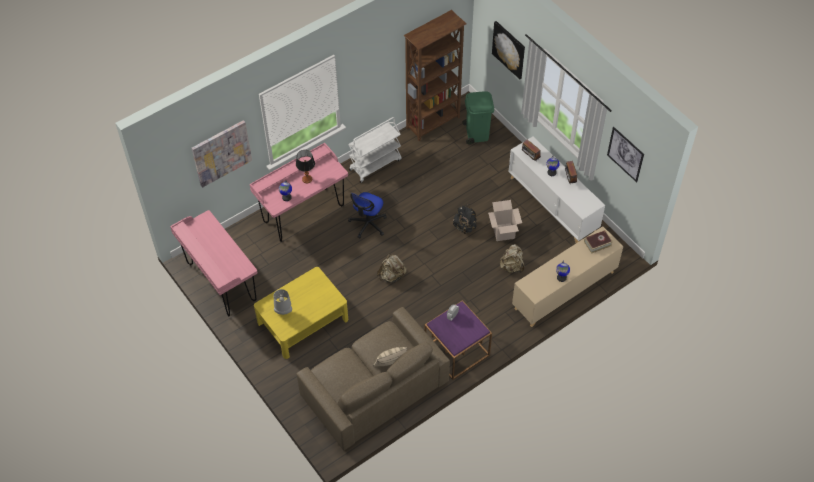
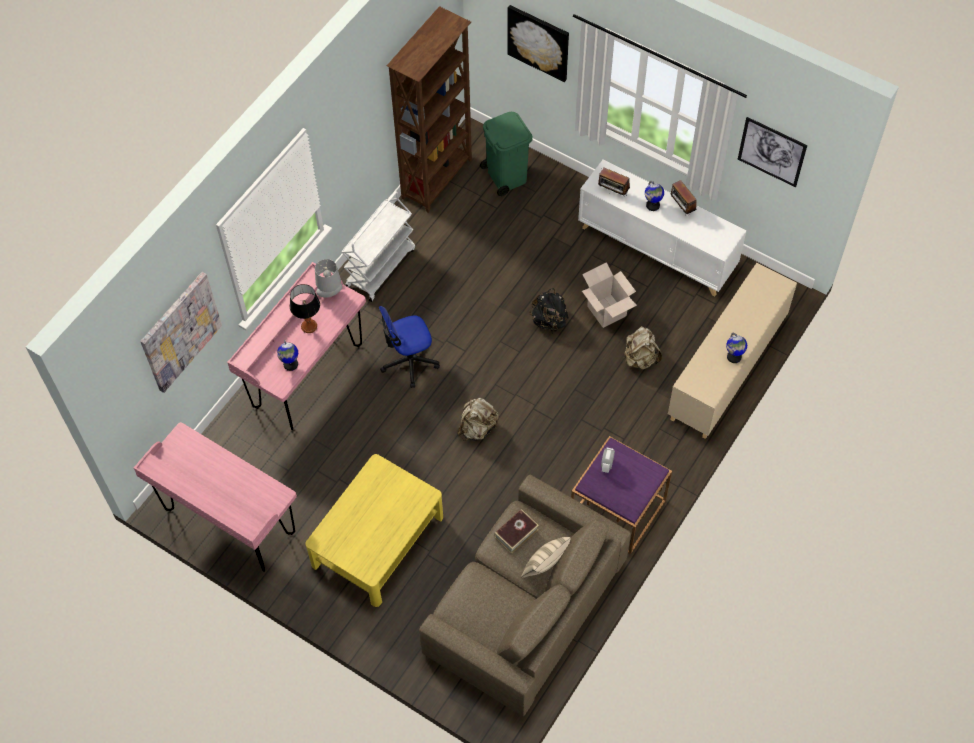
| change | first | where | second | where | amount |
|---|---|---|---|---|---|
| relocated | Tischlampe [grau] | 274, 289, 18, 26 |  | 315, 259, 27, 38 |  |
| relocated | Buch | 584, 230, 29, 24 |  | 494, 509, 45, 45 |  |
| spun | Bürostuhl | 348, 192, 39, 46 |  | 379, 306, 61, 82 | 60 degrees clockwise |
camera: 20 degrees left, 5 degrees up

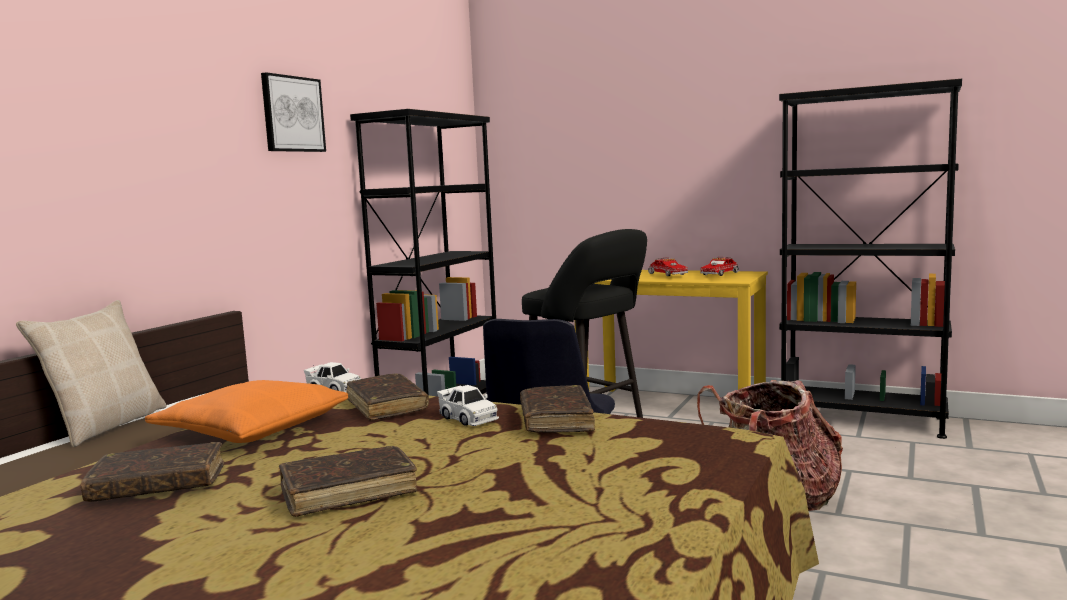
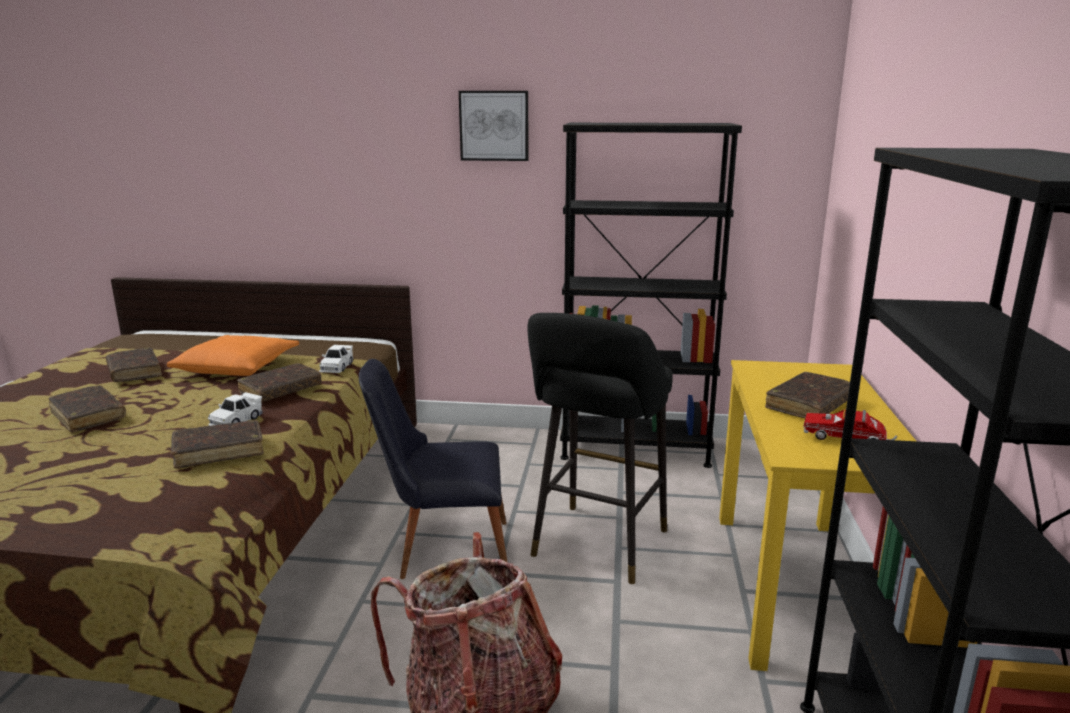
| change | first | where | second | where | amount |
|---|---|---|---|---|---|
| missing | Kissen [beige] | 16, 300, 151, 147 |  |  |  |
| exchanged | Spielzeuglaster | 648, 257, 40, 19 | Buch [braun] | 765, 372, 85, 46 |  |
camera: 70 degrees right, 10 degrees up

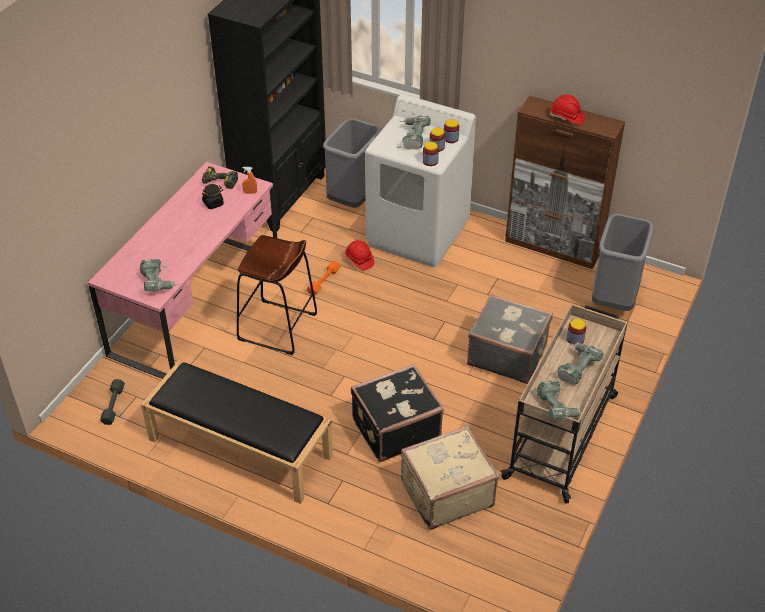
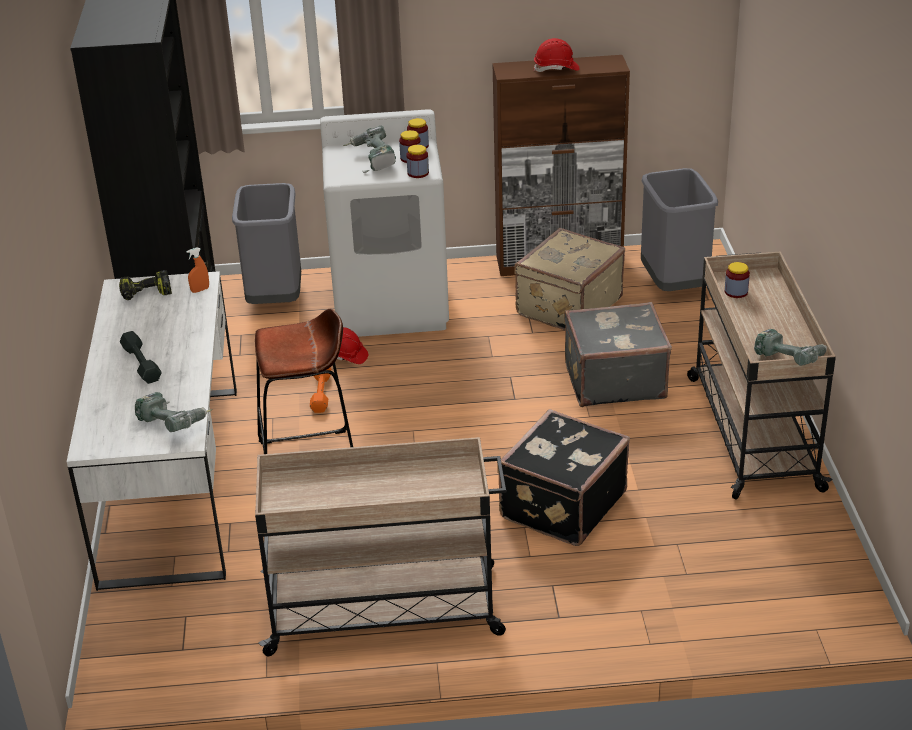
| change | first | where | second | where | amount |
|---|---|---|---|---|---|
| missing | Vorratsglas [schwarz] | 202, 184, 22, 25 |  |  |  |
| missing | Bohrmaschine | 551, 342, 52, 43 |  |  |  |
| relocated | Hantel [grau] | 100, 379, 25, 46 |  | 120, 331, 42, 53 |  |
| relocated | Koffer [beige] | 401, 426, 98, 104 |  | 514, 228, 111, 102 |  |
| exchanged | Bank [schwarz] | 141, 360, 192, 144 | Rollwagen [beige] | 255, 437, 251, 220 |  |
| colour | Schreibtisch [rosa] | 88, 162, 189, 217 | Schreibtisch [weiß] | 67, 271, 170, 320 |  |
camera: 30 degrees left, 10 degrees down

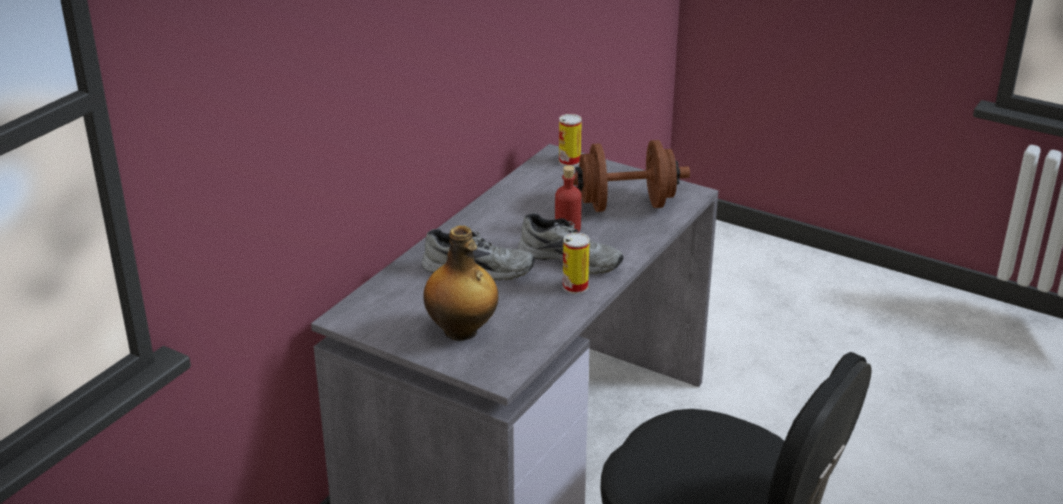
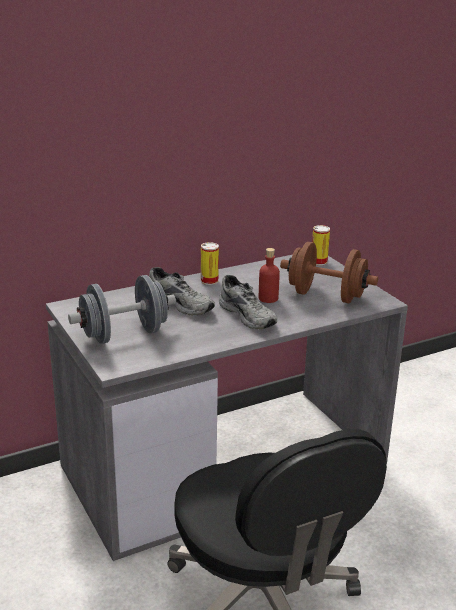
| change | first | where | second | where | amount |
|---|---|---|---|---|---|
| relocated | Dose | 563, 233, 27, 61 |  | 201, 242, 18, 43 |  |
| exchanged | Flasche | 423, 226, 75, 115 | Hantel [grau] | 68, 275, 108, 69 |  |
camera: 30 degrees right, 5 degrees down

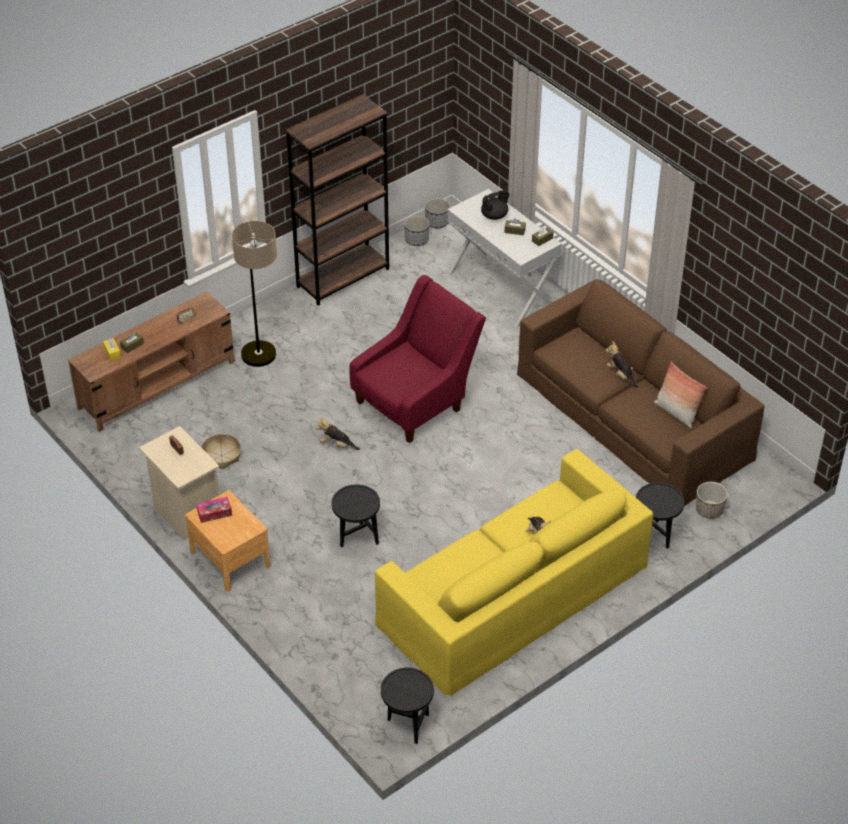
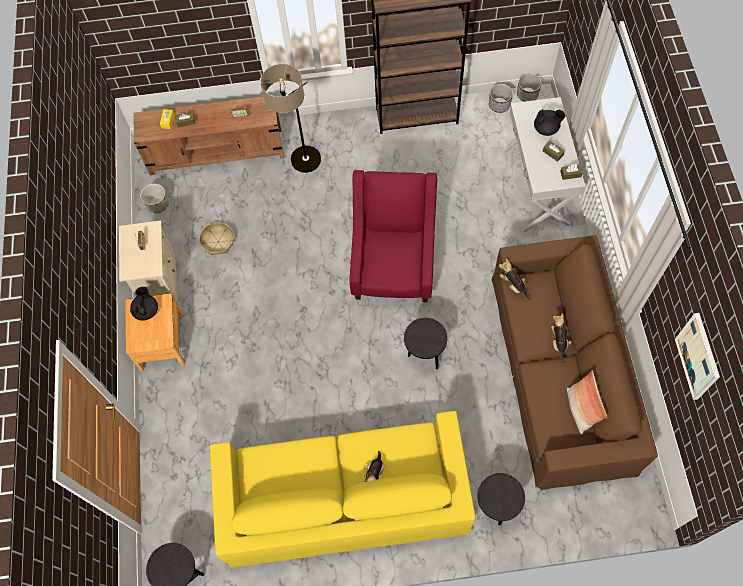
| change | first | where | second | where | amount |
|---|---|---|---|---|---|
| appeared |  |  | Bild | 675, 313, 45, 87 |  |
| relocated | Plüschtier | 315, 417, 45, 33 |  | 499, 259, 32, 41 |  |
| relocated | Beistelltisch [schwarz] | 332, 485, 48, 62 |  | 404, 318, 44, 51 |  |
| relocated | Pflanzkübel | 696, 482, 32, 36 |  | 140, 184, 29, 29 |  |
| exchanged | Taschentuchbox | 196, 497, 36, 26 | Teekanne [schwarz] | 130, 287, 28, 34 |  |
| spun | Sessel [rot] | 349, 275, 137, 168 |  | 349, 170, 88, 132 | 75 degrees counterclockwise |
camera: 35 degrees right, 20 degrees up

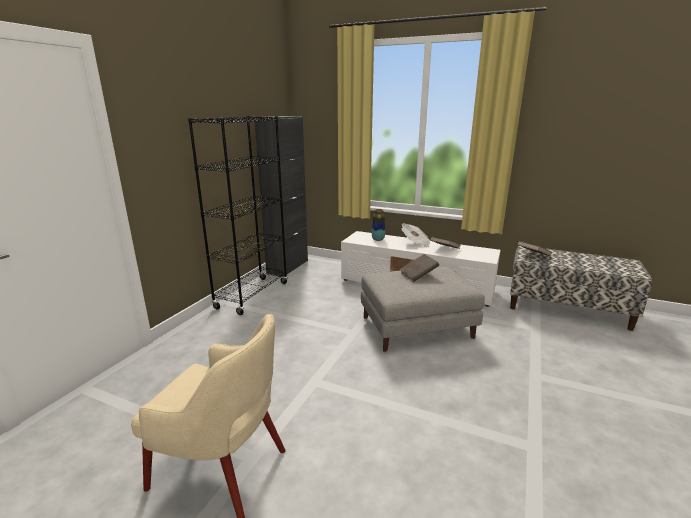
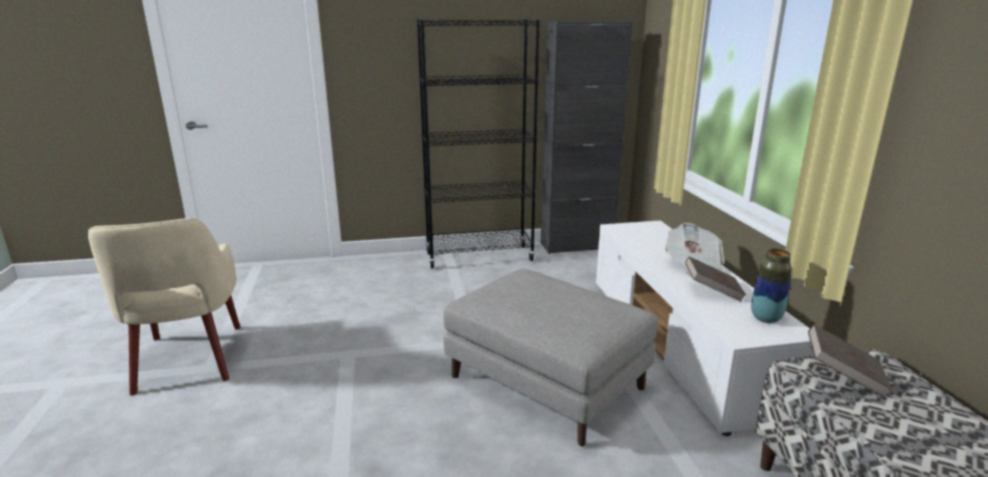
| change | first | where | second | where | amount |
|---|---|---|---|---|---|
| missing | Buch [braun] | 400, 254, 39, 28 |  |  |  |
| relocated | Vase | 372, 209, 13, 32 |  | 751, 249, 41, 74 |  |
camera: 55 degrees right, 0 degrees up

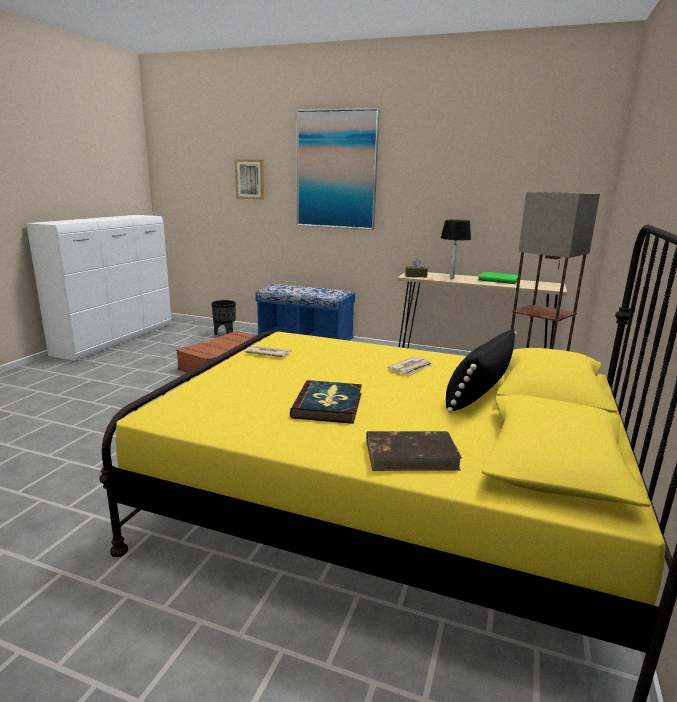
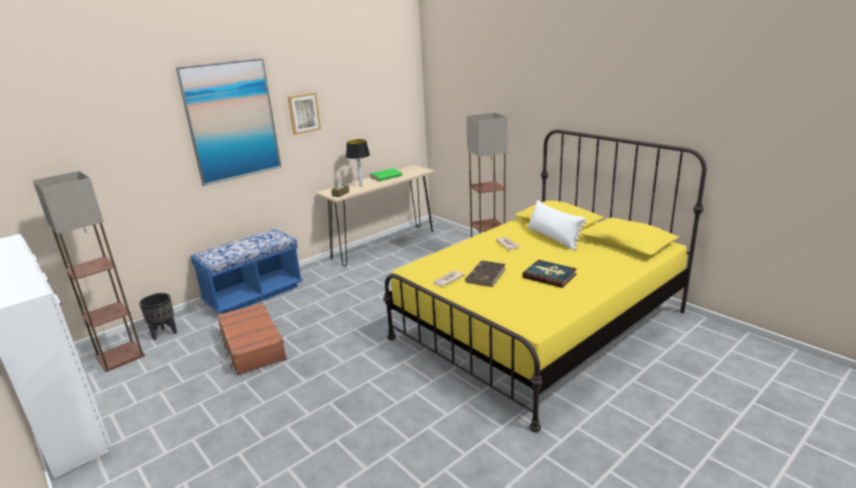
| change | first | where | second | where | amount |
|---|---|---|---|---|---|
| appeared |  |  | Stehlampe | 33, 171, 112, 201 |  |
| relocated | Bild | 235, 159, 29, 41 |  | 288, 92, 33, 43 |  |
| relocated | Buch [braun] | 366, 431, 96, 40 |  | 465, 260, 41, 27 |  |
| colour | Kissen [schwarz] | 446, 329, 71, 84 | Kissen [weiß] | 528, 200, 59, 50 |  |
camera: 60 degrees left, 5 degrees up

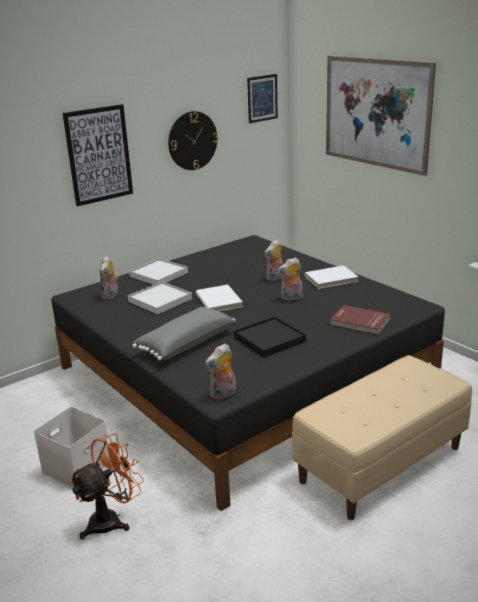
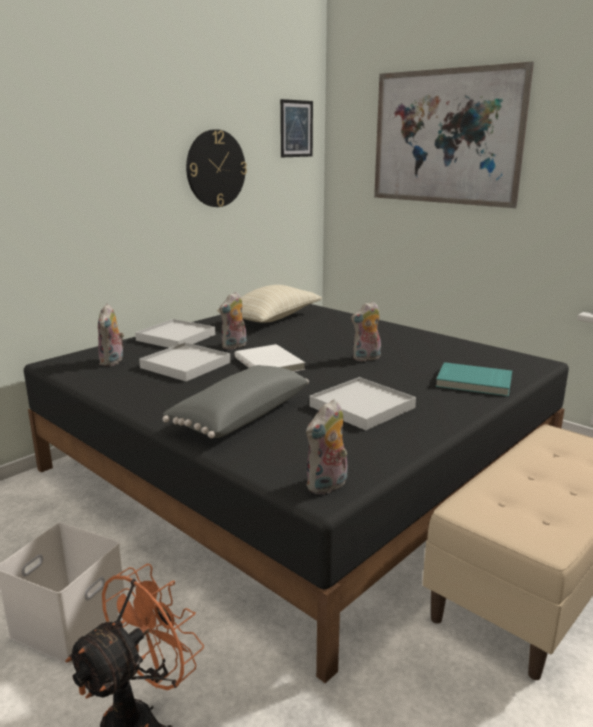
| change | first | where | second | where | amount |
|---|---|---|---|---|---|
| missing | Bild | 62, 104, 71, 102 |  |  |  |
| missing | Buch [weiß] | 305, 265, 53, 24 |  |  |  |
| appeared |  |  | Kissen [beige] | 217, 285, 105, 38 |  |
| relocated | Plüschtier | 264, 240, 19, 41 |  | 219, 292, 28, 58 |  |
| colour | Tablett [schwarz] | 234, 316, 72, 42 | Tablett [weiß] | 309, 377, 107, 53 |  |
| colour | Buch [rot] | 330, 305, 61, 30 | Buch [türkis] | 436, 362, 76, 34 |  |
camera: 10 degrees left, 5 degrees down

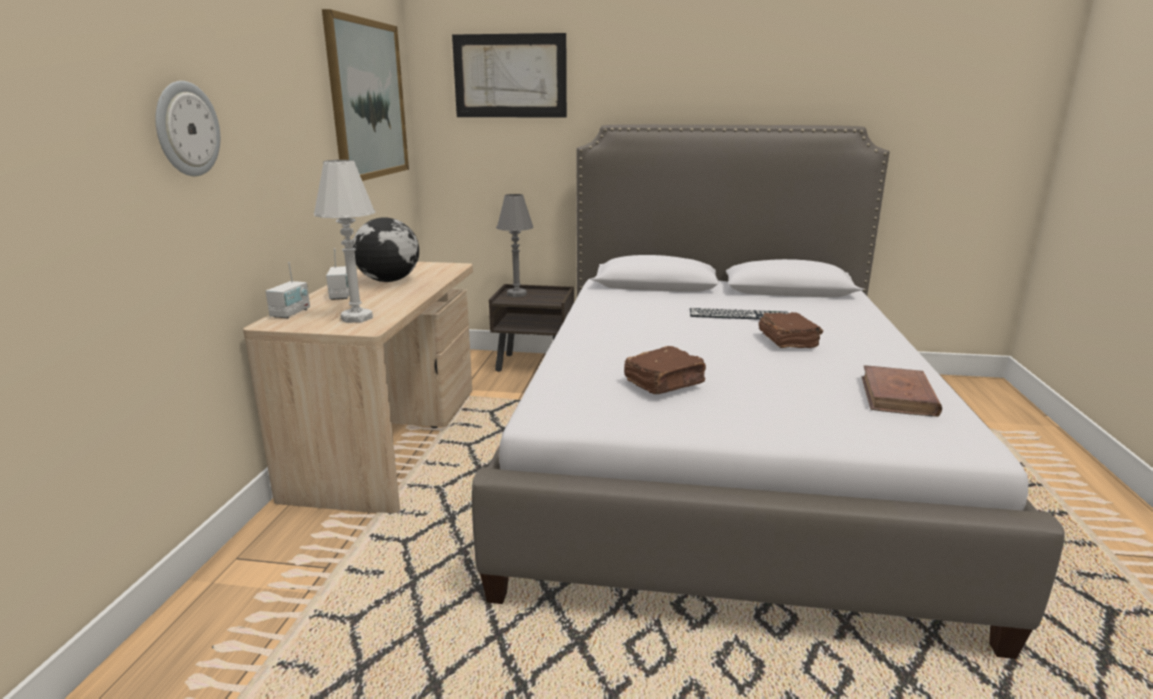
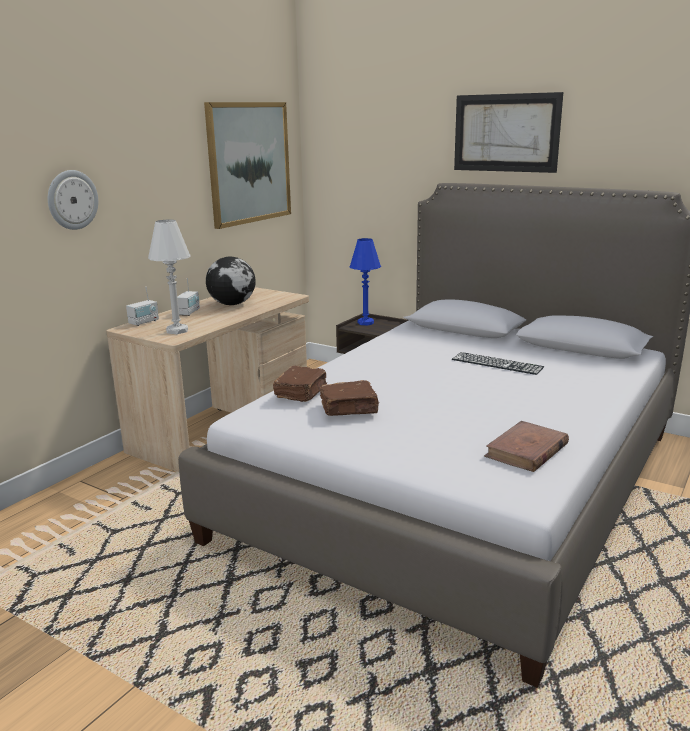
| change | first | where | second | where | amount |
|---|---|---|---|---|---|
| relocated | Bild | 452, 33, 115, 85 |  | 454, 92, 109, 81 |  |
| relocated | Buch [braun] | 759, 312, 64, 36 |  | 273, 366, 54, 36 |  |
| colour | Tischlampe [grau] | 496, 194, 37, 103 | Tischlampe [blau] | 350, 238, 31, 87 |  |
camera: 25 degrees right, 0 degrees up

